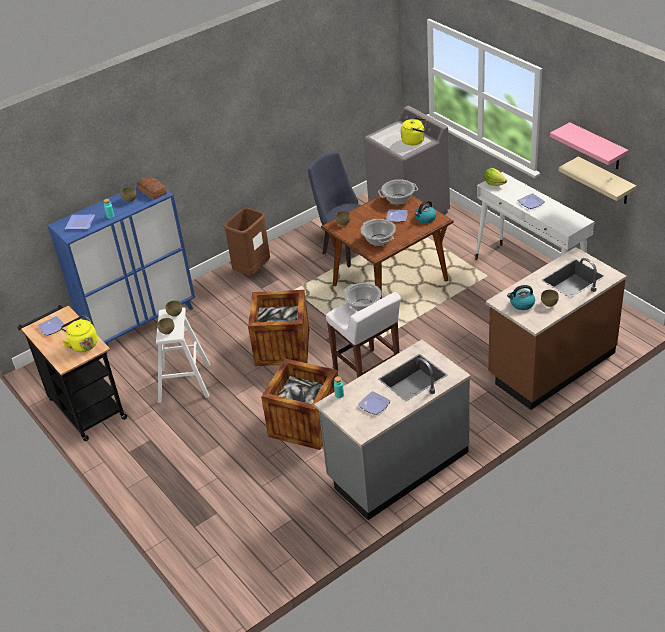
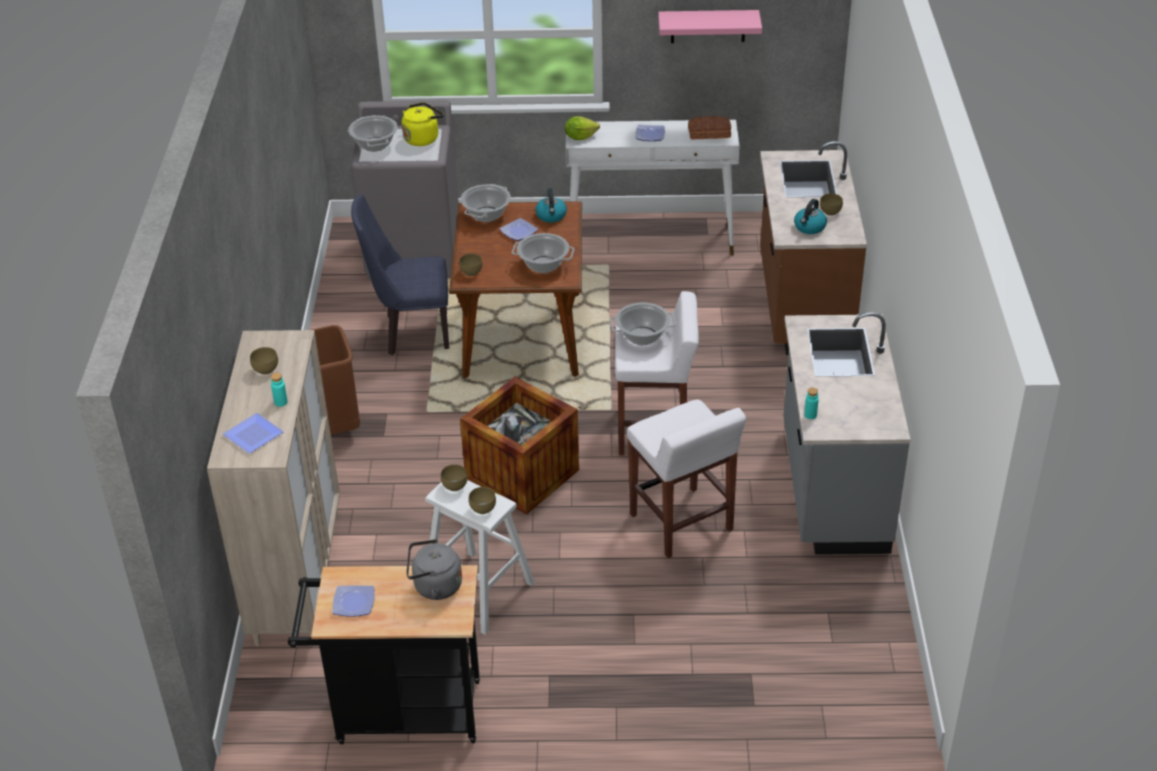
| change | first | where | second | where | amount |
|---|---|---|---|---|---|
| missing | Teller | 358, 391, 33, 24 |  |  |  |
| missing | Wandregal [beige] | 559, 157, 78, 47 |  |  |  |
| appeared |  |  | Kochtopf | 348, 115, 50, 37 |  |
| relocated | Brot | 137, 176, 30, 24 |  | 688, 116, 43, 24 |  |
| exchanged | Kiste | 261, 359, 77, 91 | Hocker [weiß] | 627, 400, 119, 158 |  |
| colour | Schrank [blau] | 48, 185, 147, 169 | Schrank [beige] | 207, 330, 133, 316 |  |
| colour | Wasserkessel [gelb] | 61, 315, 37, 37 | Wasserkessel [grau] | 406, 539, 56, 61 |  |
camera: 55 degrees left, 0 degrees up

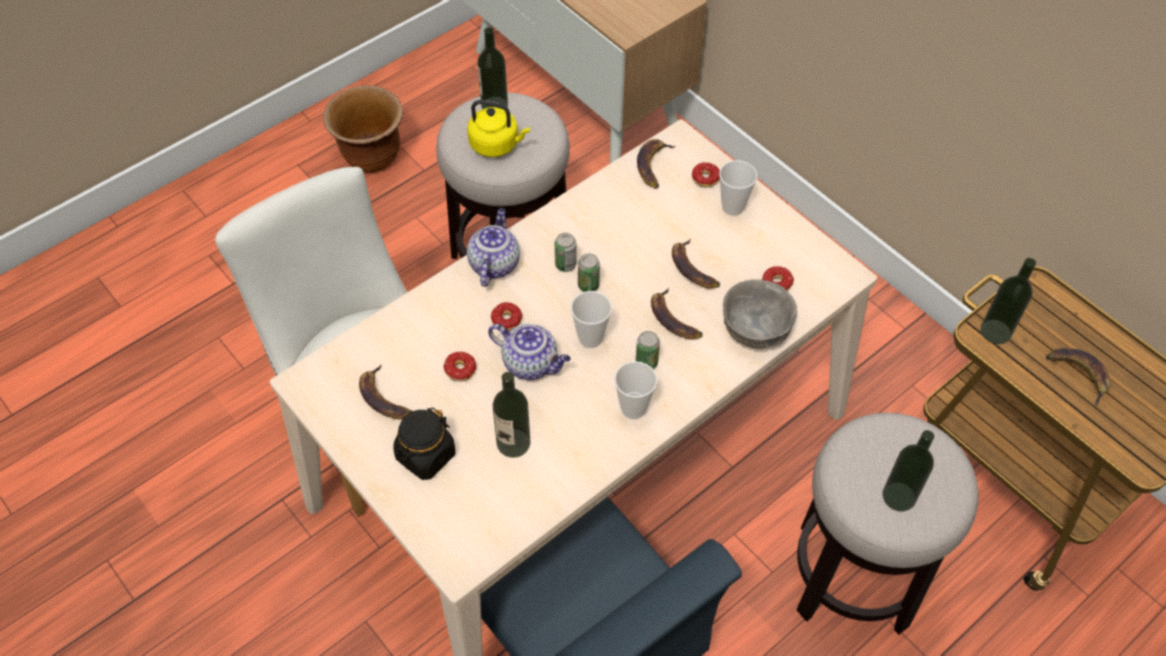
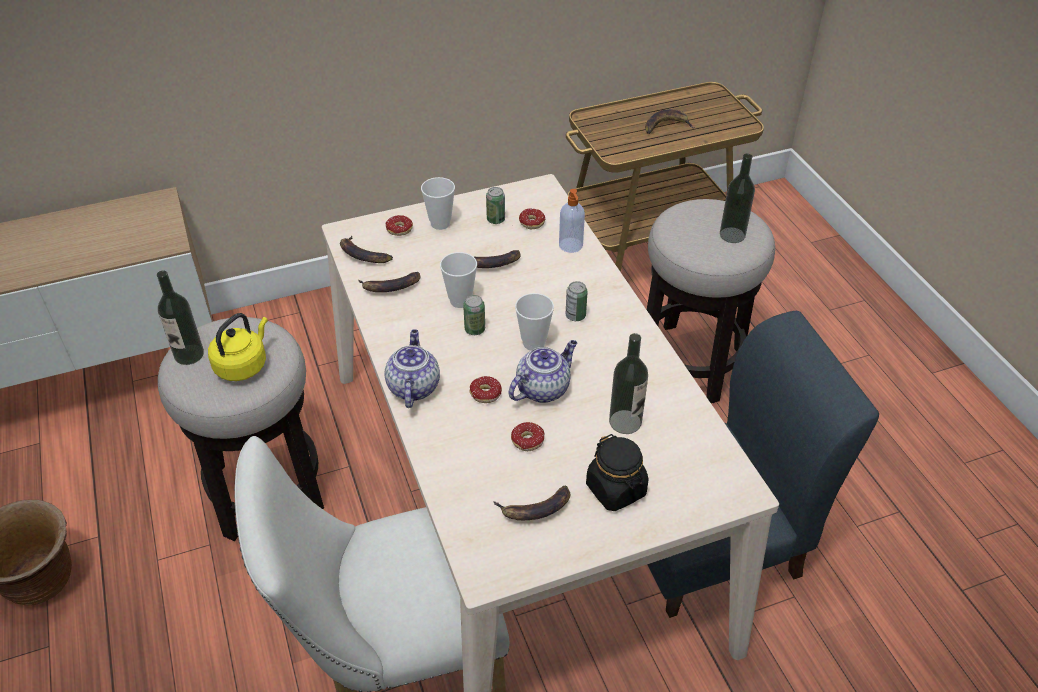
| change | first | where | second | where | amount |
|---|---|---|---|---|---|
| missing | Flasche | 981, 258, 55, 86 |  |  |  |
| relocated | Dose | 555, 233, 21, 39 |  | 486, 187, 19, 37 |  |
| relocated | Tasse | 614, 361, 43, 58 |  | 440, 252, 37, 56 |  |
| relocated | Banane | 651, 288, 52, 52 |  | 359, 272, 62, 20 |  |
| exchanged | Schüssel [grau] | 723, 279, 74, 70 | Seifenspender | 559, 189, 26, 64 |  |
| spun | Teekanne | 467, 208, 53, 79 |  | 384, 329, 56, 79 | 60 degrees clockwise |
camera: 70 degrees left, 10 degrees down

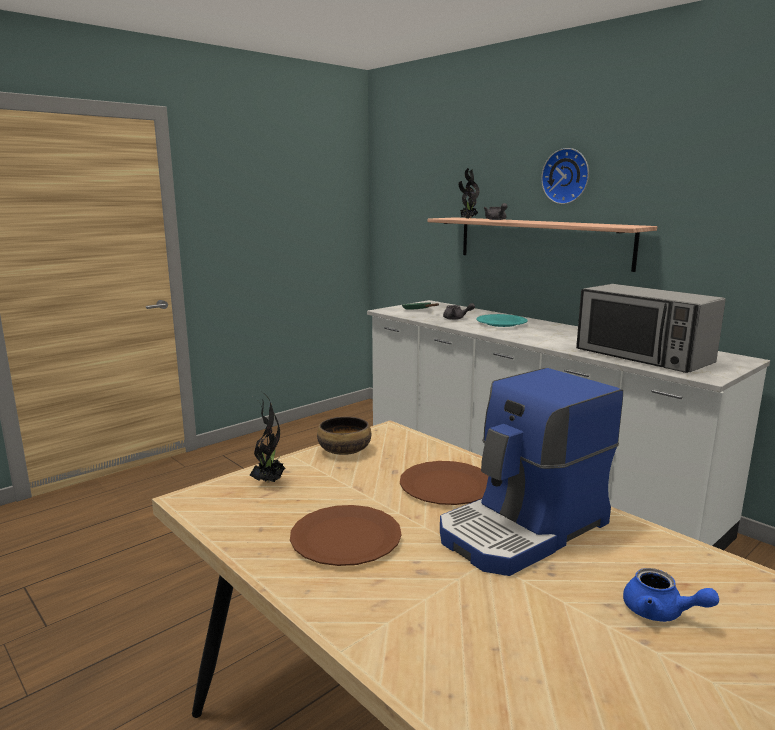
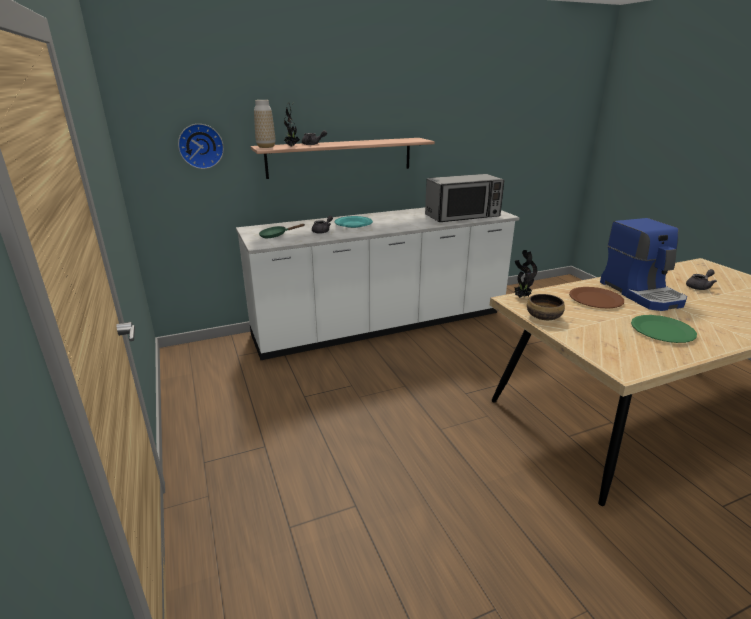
| change | first | where | second | where | amount |
|---|---|---|---|---|---|
| appeared |  |  | Vase | 254, 100, 21, 48 |  |
| relocated | Topfpflanze | 250, 392, 36, 91 |  | 515, 250, 22, 48 |  |
| relocated | Wanduhr | 541, 148, 48, 56 |  | 178, 124, 46, 45 |  |
| colour | Teller [braun] | 290, 505, 112, 61 | Teller [grün] | 631, 315, 66, 28 |  |
| colour | Teekanne [blau] | 623, 568, 96, 54 | Teekanne [grau] | 686, 269, 31, 21 |  |
camera: 70 degrees left, 10 degrees up

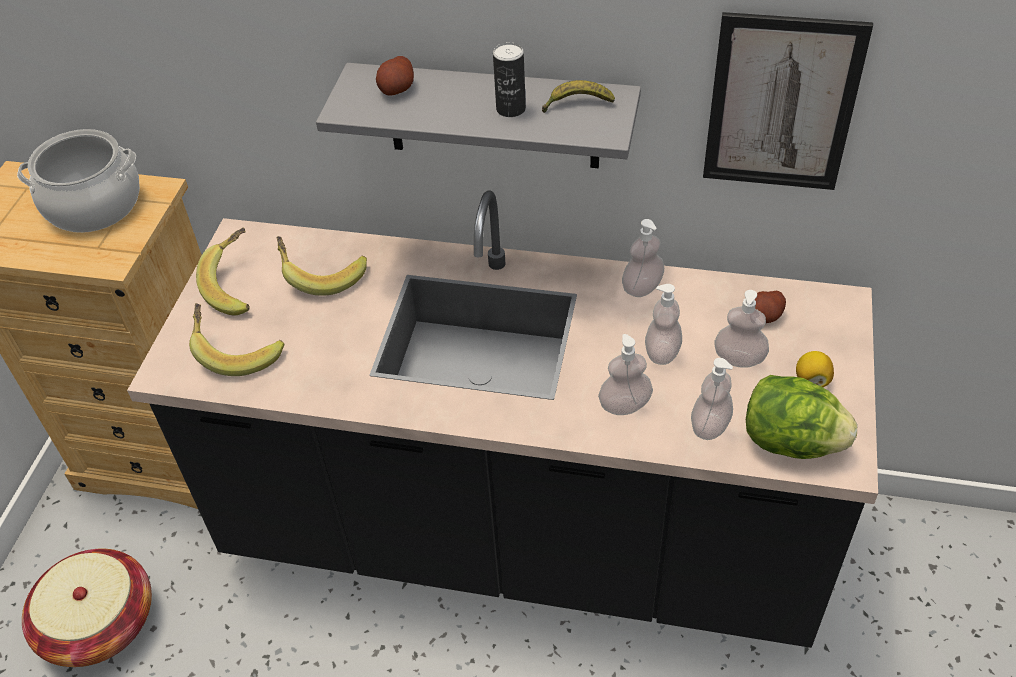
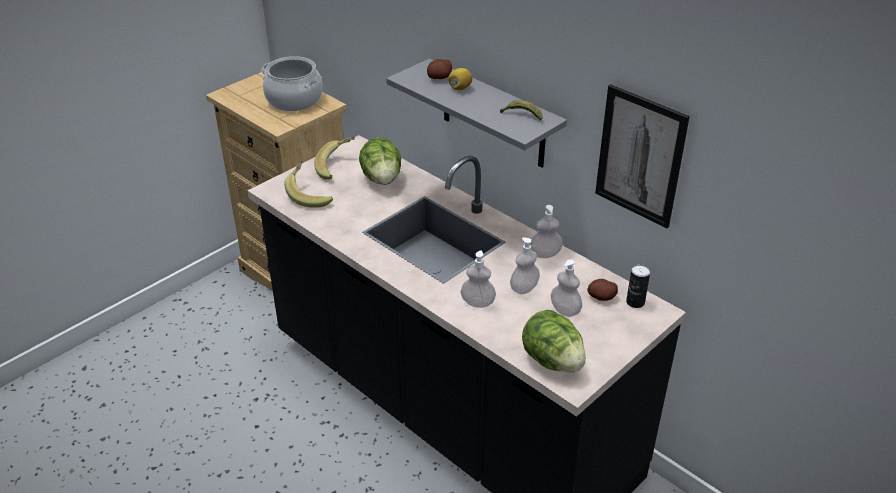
| change | first | where | second | where | amount |
|---|---|---|---|---|---|
| missing | Korb | 22, 549, 130, 118 |  |  |  |
| missing | Seifenspender | 691, 358, 42, 82 |  |  |  |
| relocated | Dose | 493, 42, 33, 75 |  | 626, 264, 24, 44 |  |
| relocated | Zitrone | 796, 351, 38, 36 |  | 448, 68, 24, 22 |  |
| exchanged | Banane | 277, 236, 90, 60 | Salatkopf | 359, 137, 42, 48 |  |
camera: 30 degrees right, 10 degrees down

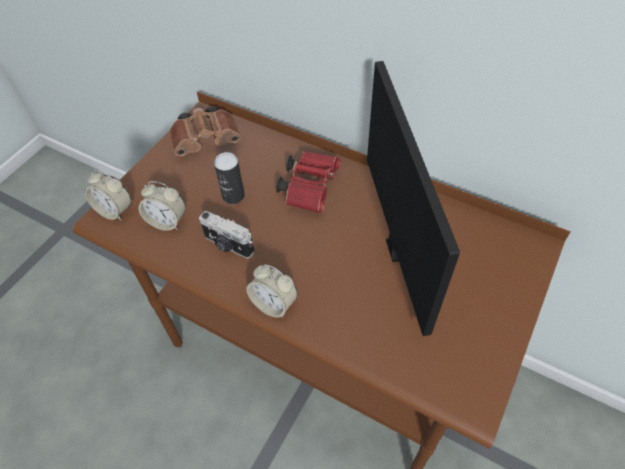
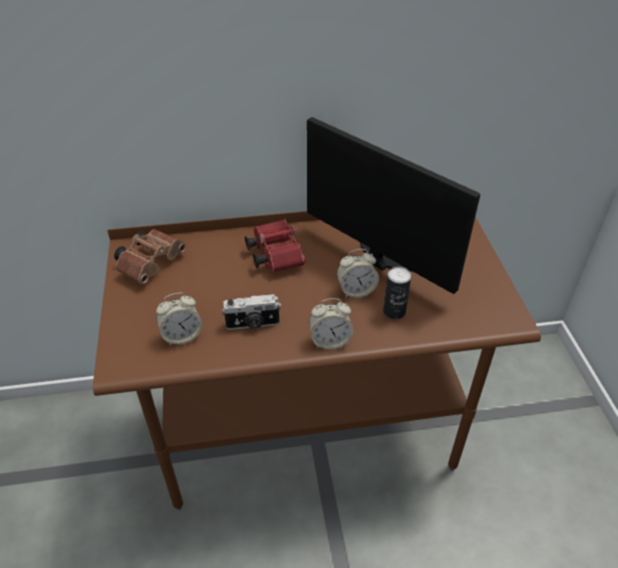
| change | first | where | second | where | amount |
|---|---|---|---|---|---|
| relocated | Wecker | 85, 170, 46, 51 |  | 337, 249, 42, 49 |  |
| relocated | Dose | 214, 152, 31, 52 |  | 383, 267, 29, 53 |  |
camera: 40 degrees left, 10 degrees down

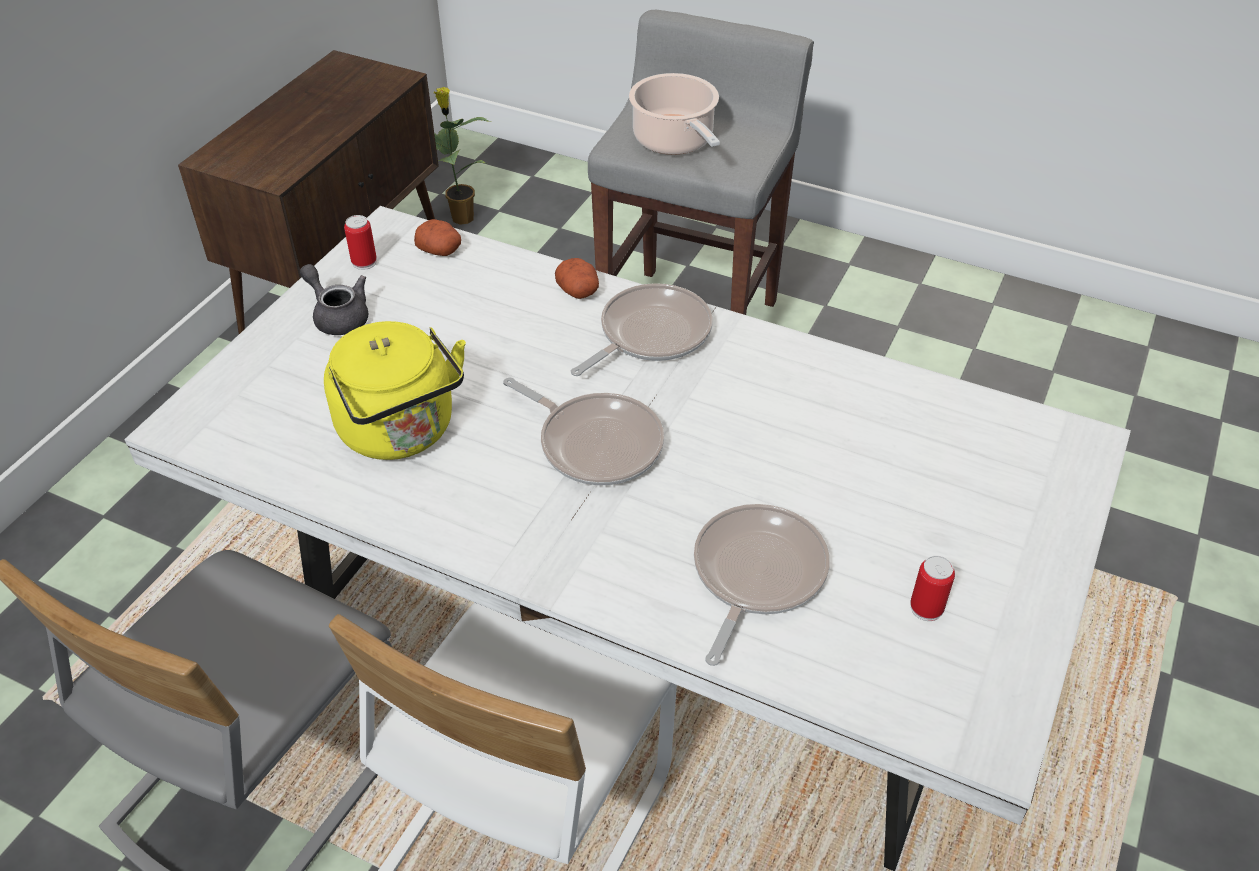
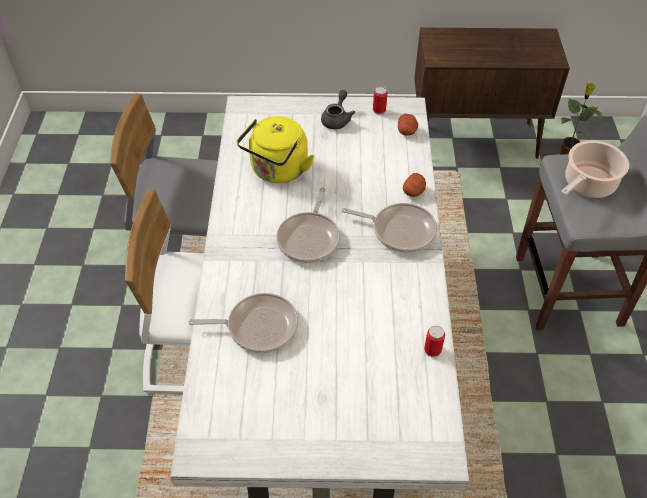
| change | first | where | second | where | amount |
|---|---|---|---|---|---|
| relocated | Dose | 910, 556, 45, 65 |  | 424, 326, 21, 32 |  |
camera: 65 degrees right, 5 degrees up

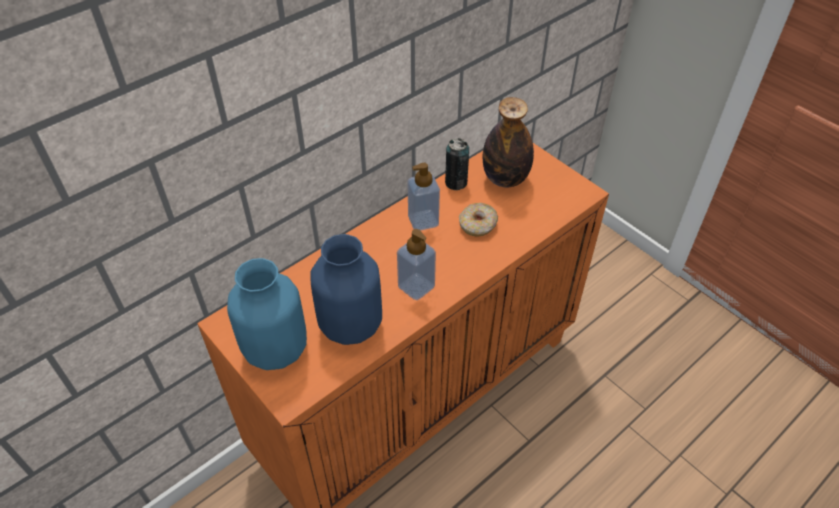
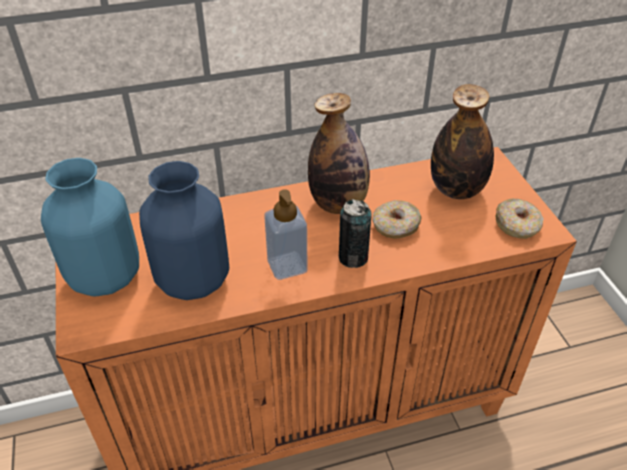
| change | first | where | second | where | amount |
|---|---|---|---|---|---|
| appeared |  |  | Donut | 496, 199, 48, 40 |  |
| relocated | Dose | 445, 138, 24, 52 |  | 339, 199, 33, 69 |  |
| exchanged | Seifenspender | 408, 163, 32, 68 | Flasche | 308, 93, 62, 121 |  |
camera: 25 degrees right, 5 degrees down

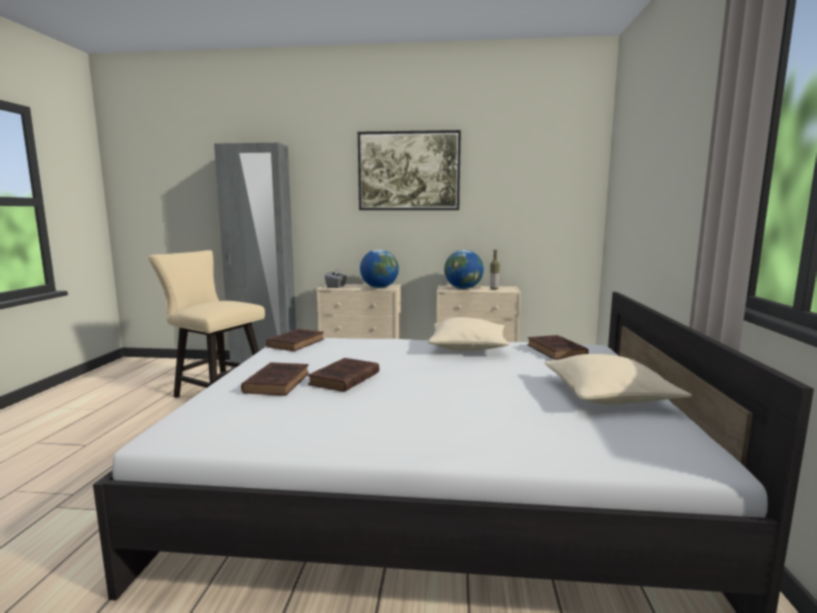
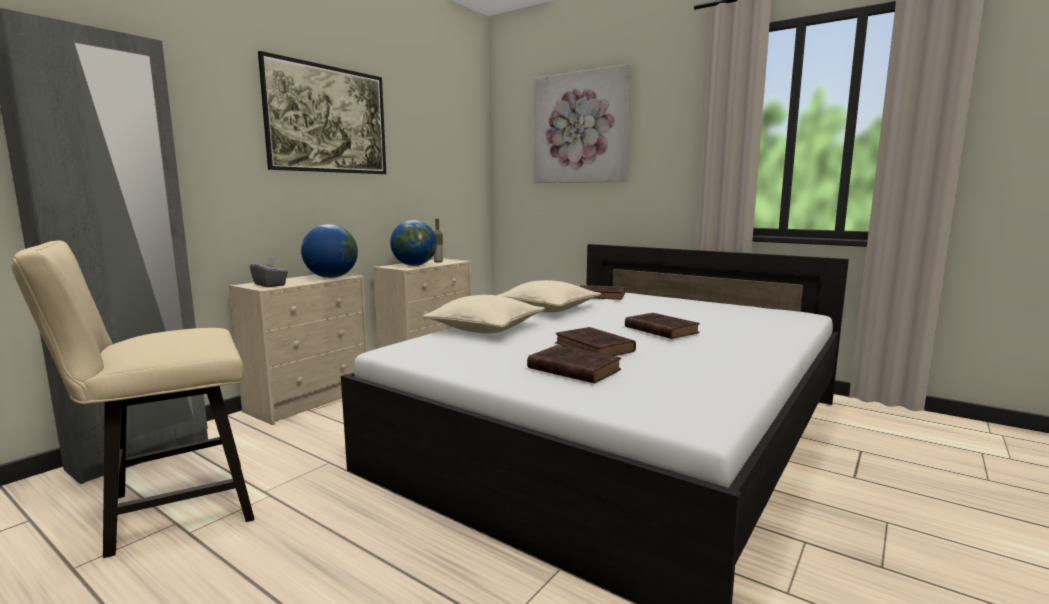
| change | first | where | second | where | amount |
|---|---|---|---|---|---|
| appeared |  |  | Bild | 534, 64, 97, 119 |  |
| relocated | Buch [braun] | 266, 329, 58, 22 |  | 625, 313, 75, 26 |  |
| relocated | Kissen [beige] | 544, 354, 148, 50 |  | 423, 295, 122, 38 |  |
camera: 60 degrees left, 0 degrees up

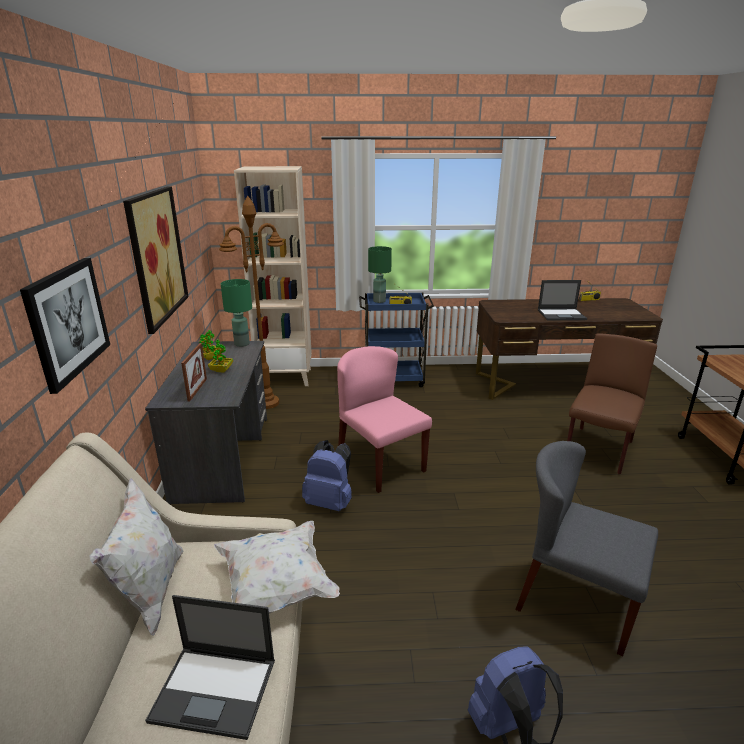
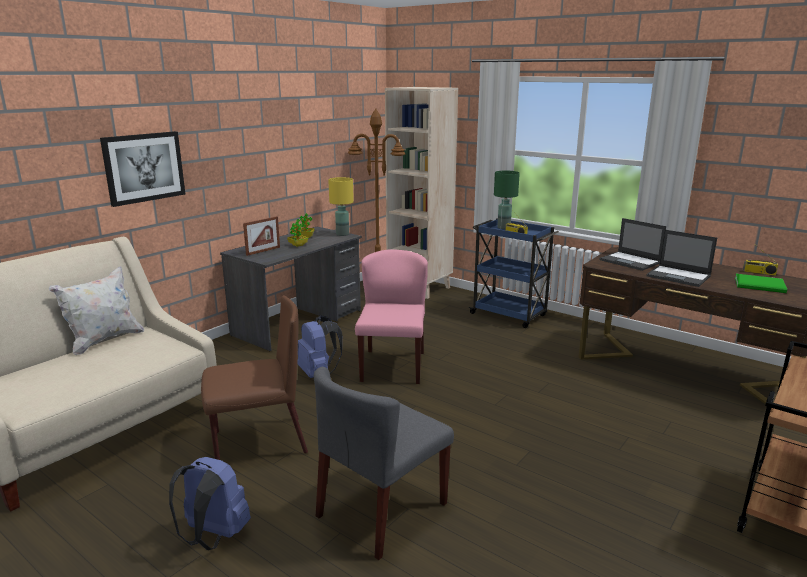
| change | first | where | second | where | amount |
|---|---|---|---|---|---|
| missing | Bild | 123, 187, 66, 147 |  |  |  |
| missing | Kissen [weiß] | 214, 521, 126, 93 |  |  |  |
| appeared |  |  | Buch [grün] | 735, 274, 52, 19 |  |
| relocated | Laptop | 145, 595, 130, 145 |  | 599, 218, 67, 53 |  |
| relocated | Stuhl [braun] | 567, 333, 90, 141 |  | 201, 295, 107, 165 |  |
| colour | Tischlampe [grün] | 221, 279, 31, 68 | Tischlampe [gelb] | 328, 177, 26, 59 |  |
| spun | Stuhl [grau] | 515, 441, 143, 215 |  | 314, 367, 140, 193 | 120 degrees counterclockwise |
camera: 40 degrees right, 5 degrees down

